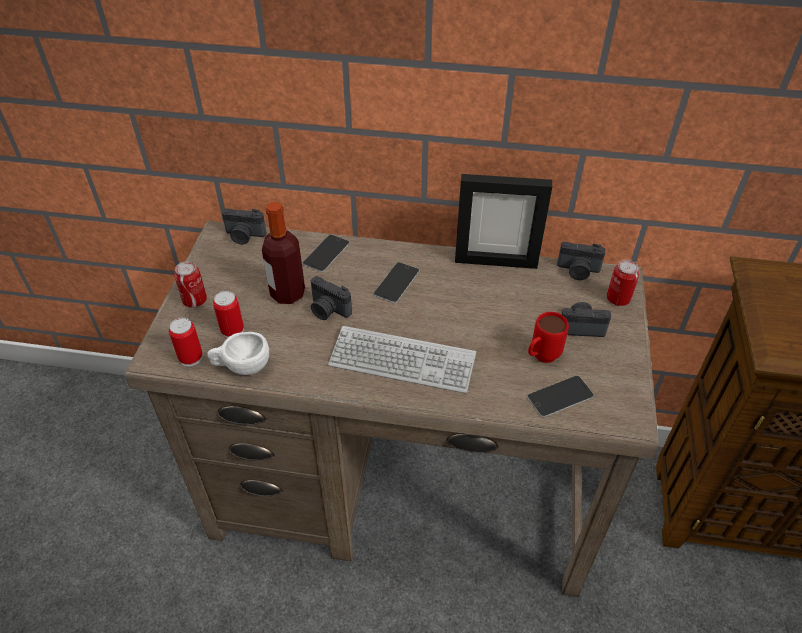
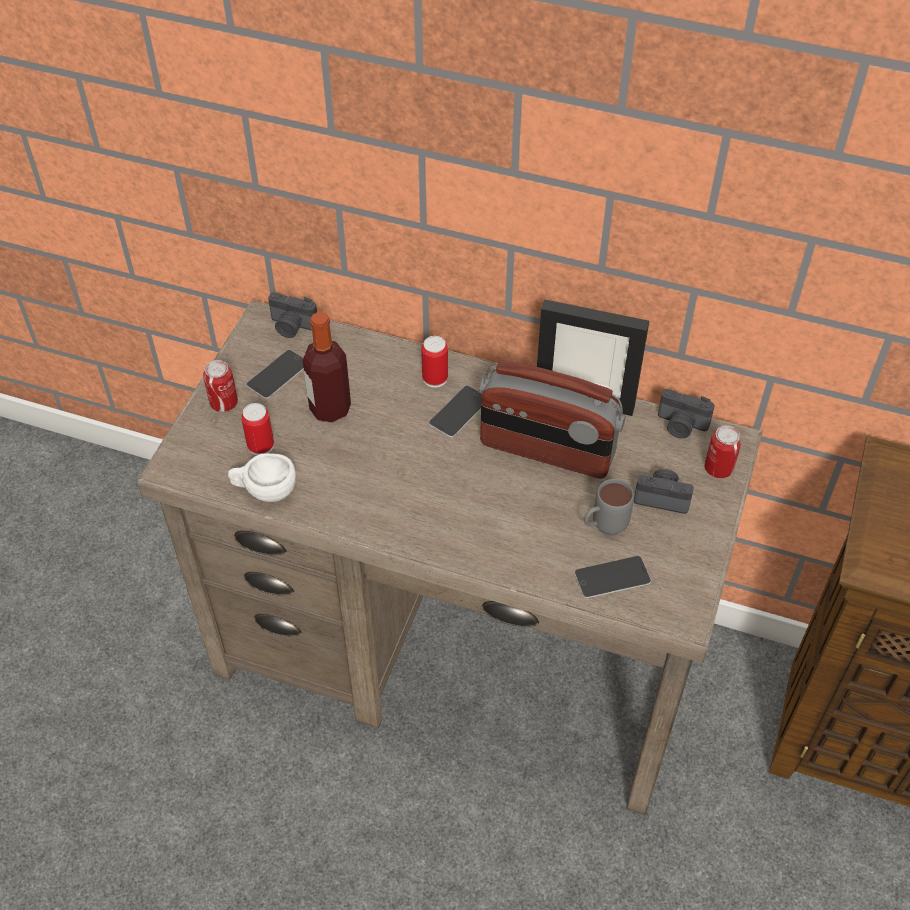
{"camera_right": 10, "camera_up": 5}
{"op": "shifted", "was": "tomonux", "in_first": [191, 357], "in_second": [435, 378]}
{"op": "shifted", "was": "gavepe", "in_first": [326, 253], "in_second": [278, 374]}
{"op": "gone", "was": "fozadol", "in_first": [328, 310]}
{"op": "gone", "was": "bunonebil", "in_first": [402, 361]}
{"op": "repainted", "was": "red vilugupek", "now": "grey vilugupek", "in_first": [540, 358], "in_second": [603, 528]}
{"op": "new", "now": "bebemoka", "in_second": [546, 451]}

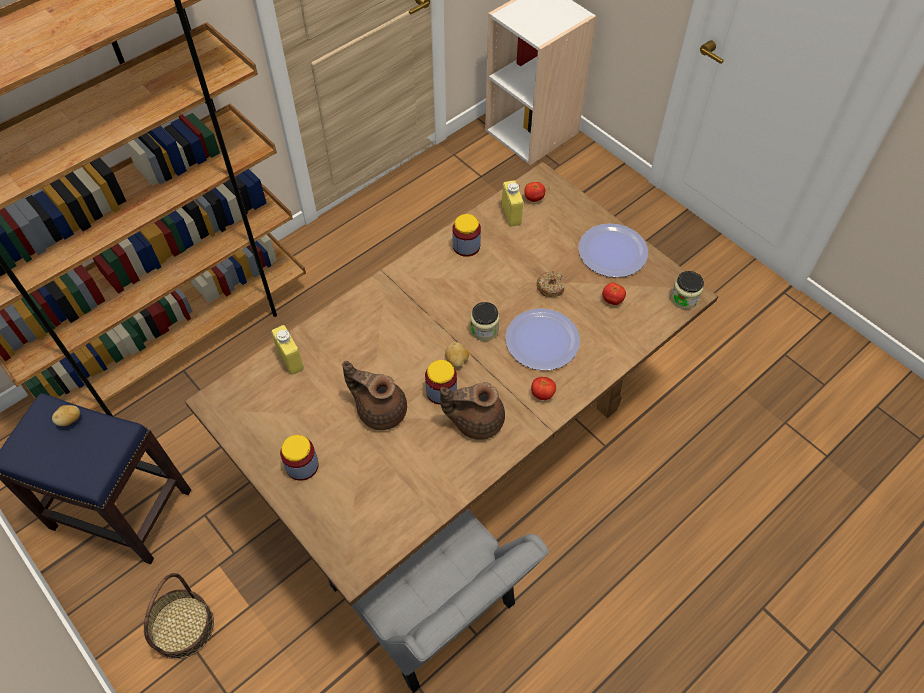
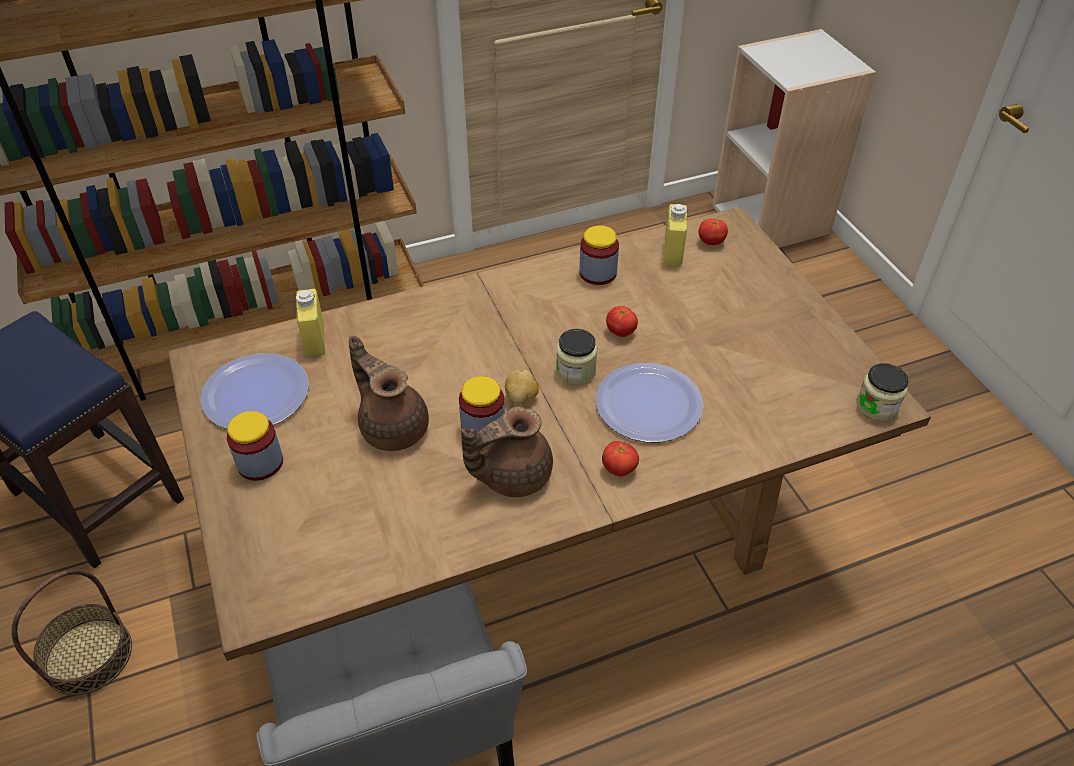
{"camera_right": 20, "camera_up": -10}
{"op": "gone", "was": "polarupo", "in_first": [70, 420]}
{"op": "rotated", "was": "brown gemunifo", "in_first": [475, 420], "in_second": [511, 475], "clockwise": -45}
{"op": "gone", "was": "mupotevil", "in_first": [550, 287]}
{"op": "shifted", "was": "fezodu", "in_first": [613, 251], "in_second": [256, 394]}
{"op": "shifted", "was": "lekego", "in_first": [612, 300], "in_second": [621, 332]}

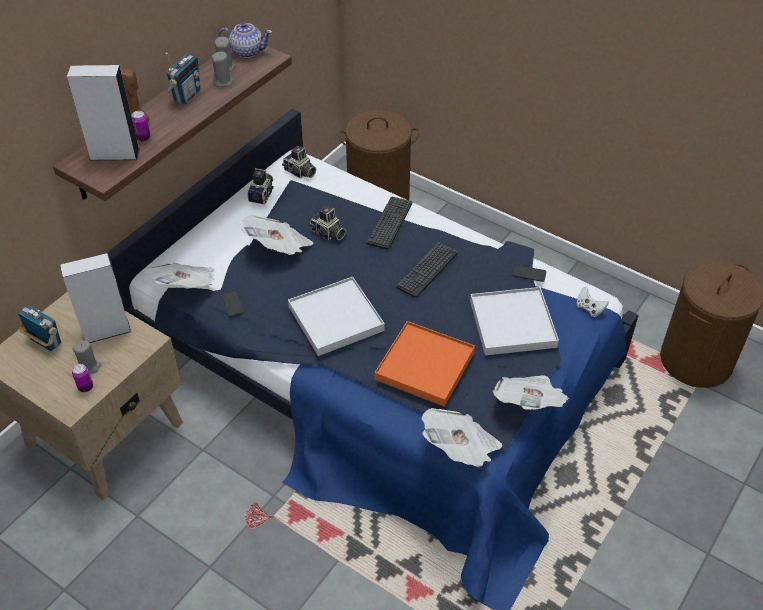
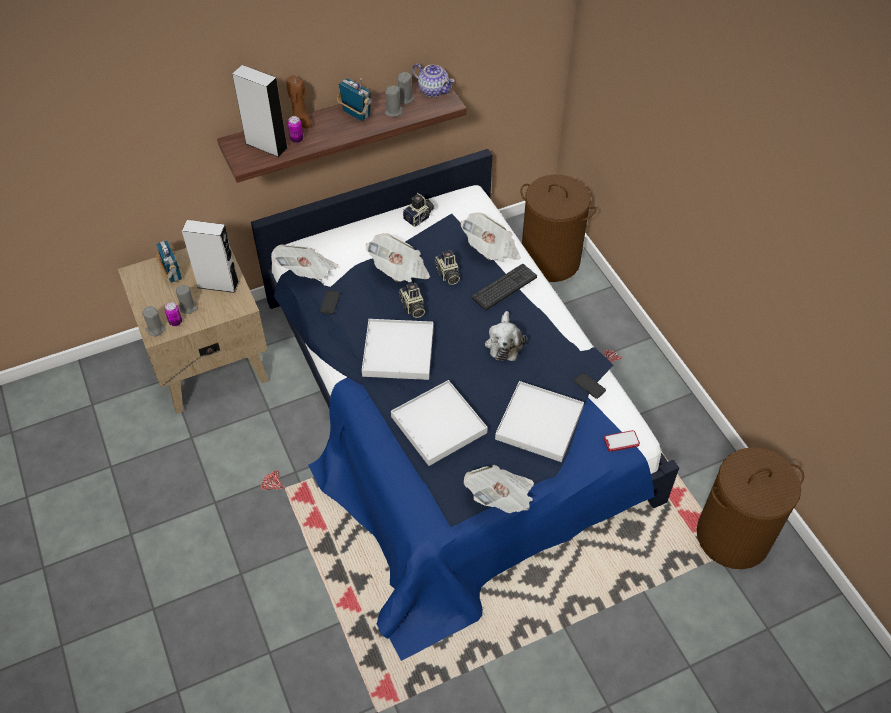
{"camera_right": 30, "camera_up": 5}
{"op": "rotated", "was": "bebemoka", "in_first": [186, 95], "in_second": [356, 114], "clockwise": -105}
{"op": "shifted", "was": "fozadol", "in_first": [300, 172], "in_second": [412, 307]}
{"op": "repainted", "was": "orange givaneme", "now": "white givaneme", "in_first": [424, 366], "in_second": [438, 424]}
{"op": "swapped", "was": "bunonebil", "now": "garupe", "in_first": [427, 270], "in_second": [504, 343]}
{"op": "shifted", "was": "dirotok", "in_first": [460, 449], "in_second": [491, 250]}
{"op": "swapped", "was": "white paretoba", "now": "gavepe", "in_first": [589, 308], "in_second": [621, 441]}
{"op": "new", "now": "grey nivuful", "in_second": [155, 329]}

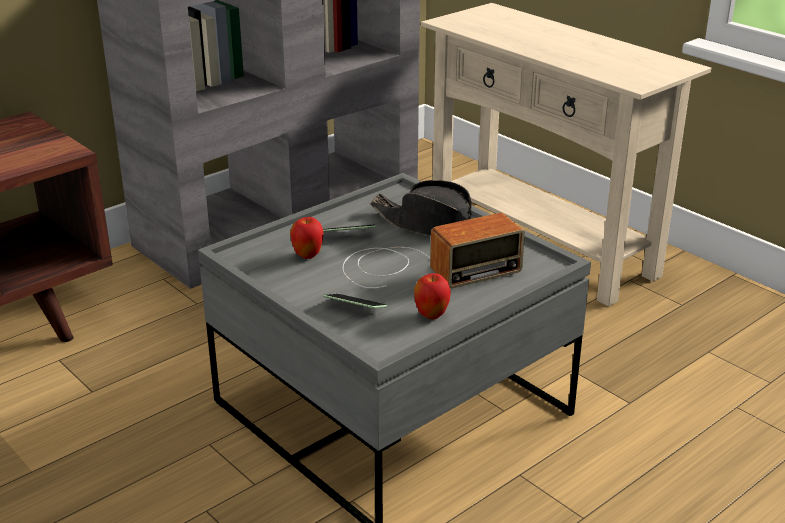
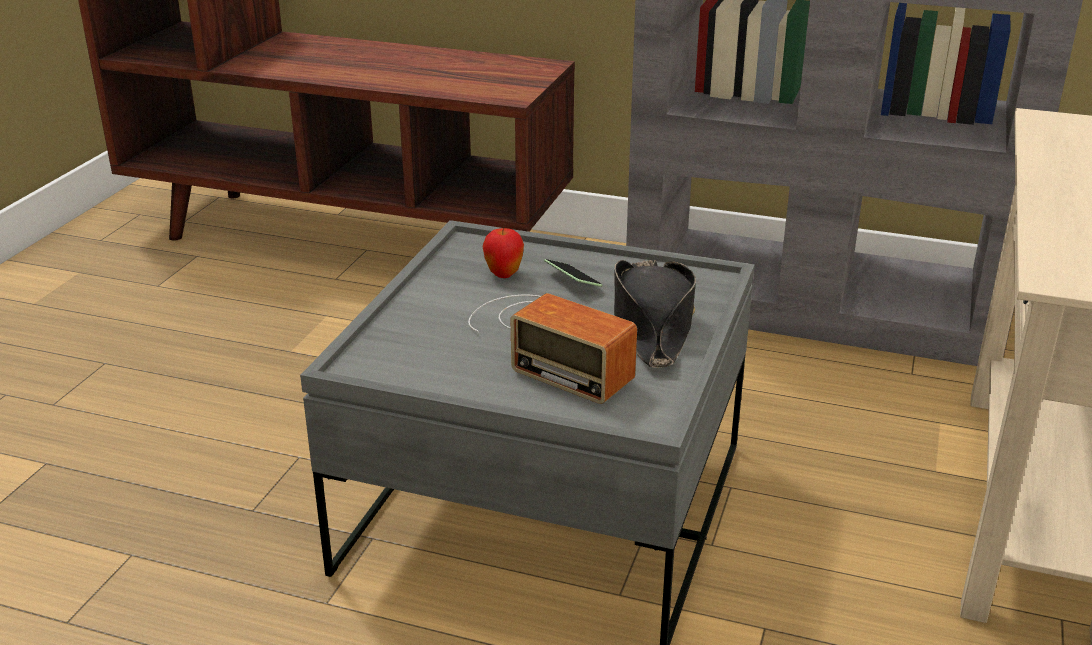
{"camera_right": 60, "camera_up": 0}
{"op": "gone", "was": "gavepe", "in_first": [355, 308]}
{"op": "gone", "was": "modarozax", "in_first": [431, 315]}

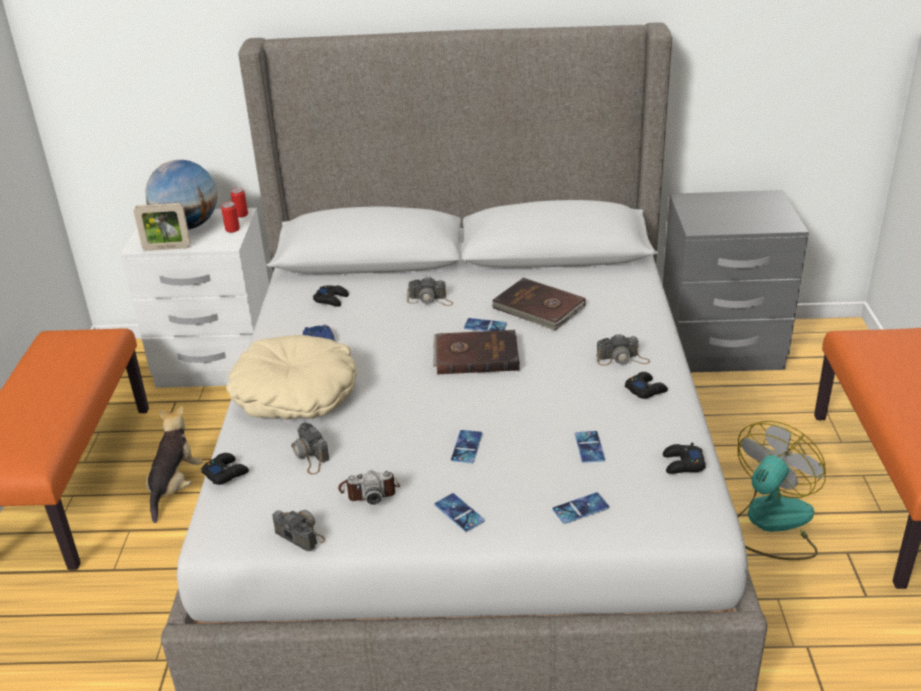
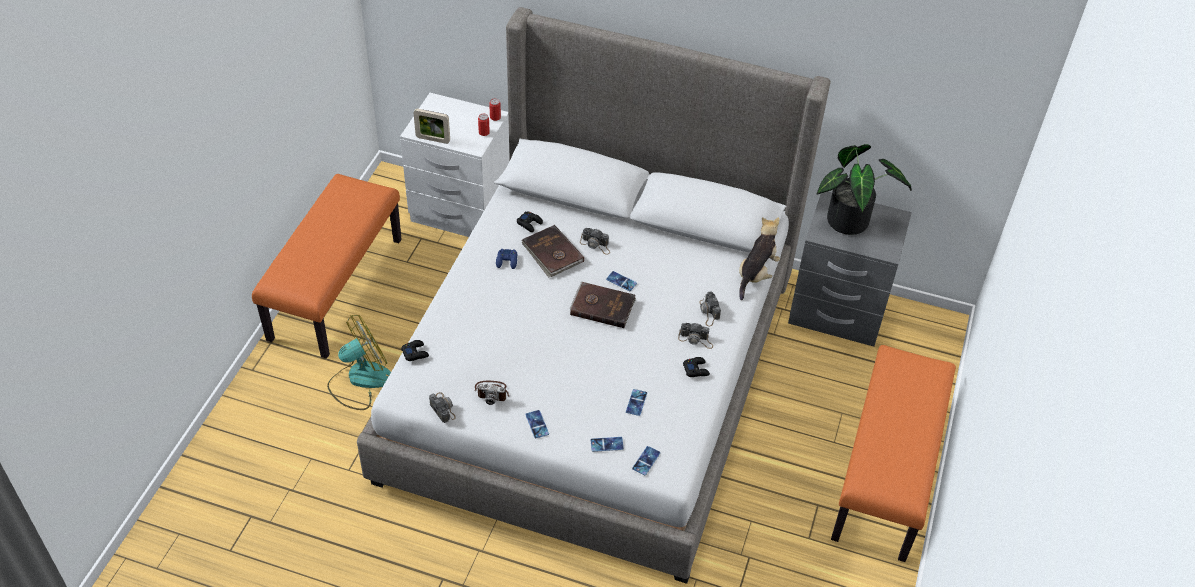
{"camera_right": 15, "camera_up": 15}
{"op": "gone", "was": "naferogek", "in_first": [188, 226]}
{"op": "shifted", "was": "garupe", "in_first": [175, 487], "in_second": [756, 274]}
{"op": "gone", "was": "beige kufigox", "in_first": [297, 393]}
{"op": "shifted", "was": "fozadol", "in_first": [310, 455], "in_second": [709, 312]}
{"op": "shifted", "was": "gavepe", "in_first": [466, 447], "in_second": [646, 461]}
{"op": "shifted", "was": "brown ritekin", "in_first": [538, 308], "in_second": [552, 253]}
{"op": "gone", "was": "black paretoba", "in_first": [682, 464]}
{"op": "shifted", "was": "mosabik", "in_first": [771, 523], "in_second": [360, 380]}
{"op": "new", "now": "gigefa", "in_second": [852, 223]}

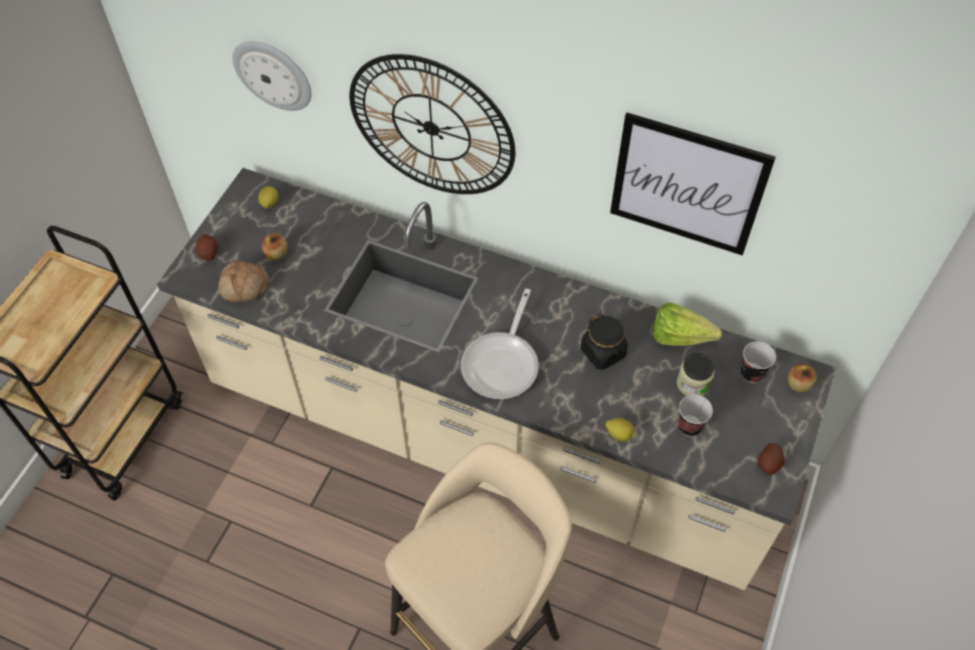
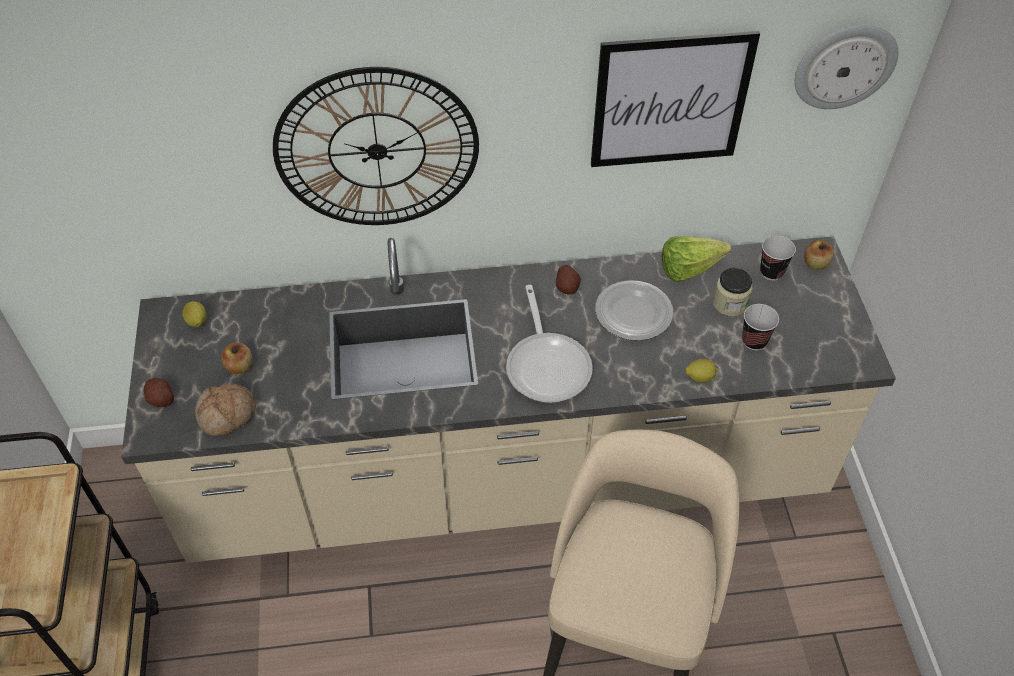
{"camera_right": -30, "camera_up": -5}
{"op": "shifted", "was": "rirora", "in_first": [273, 74], "in_second": [844, 66]}
{"op": "swapped", "was": "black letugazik", "now": "fezodu", "in_first": [603, 352], "in_second": [632, 313]}
{"op": "shifted", "was": "polarupo", "in_first": [769, 463], "in_second": [567, 287]}

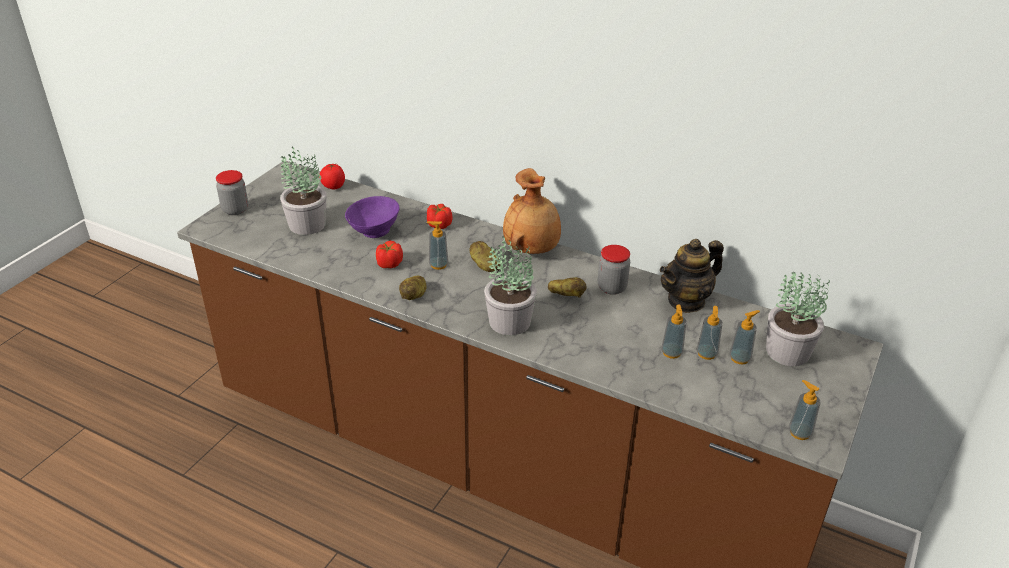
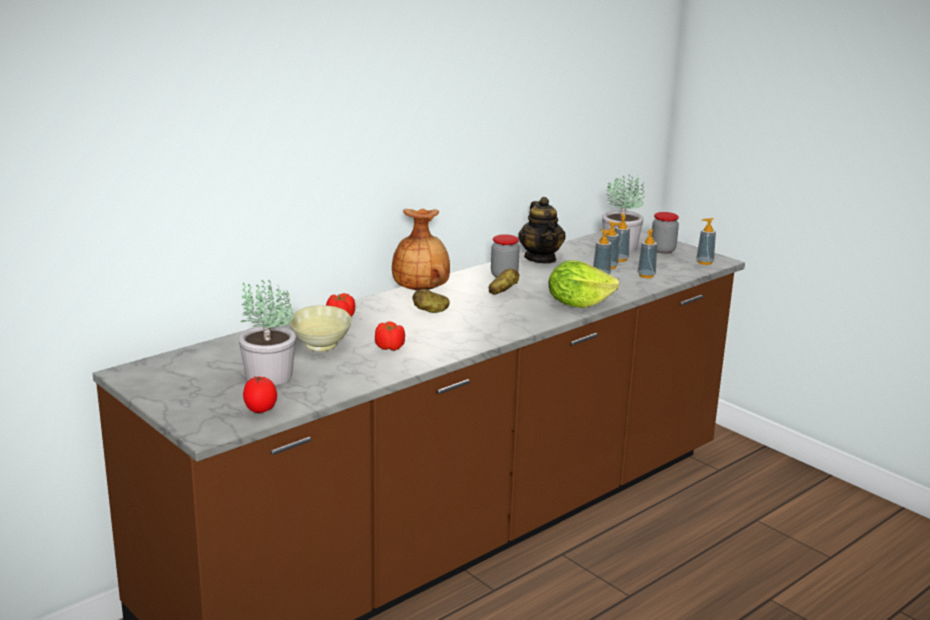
{"camera_right": -70, "camera_up": -15}
{"op": "shifted", "was": "letugazik", "in_first": [235, 210], "in_second": [662, 250]}
{"op": "shifted", "was": "lekego", "in_first": [333, 187], "in_second": [260, 410]}
{"op": "repainted", "was": "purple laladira", "now": "beige laladira", "in_first": [373, 231], "in_second": [320, 346]}
{"op": "gone", "was": "polarupo", "in_first": [414, 296]}
{"op": "shifted", "was": "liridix", "in_first": [438, 265], "in_second": [646, 275]}
{"op": "gone", "was": "gigefa", "in_first": [508, 321]}
{"op": "new", "now": "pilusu", "in_second": [578, 304]}

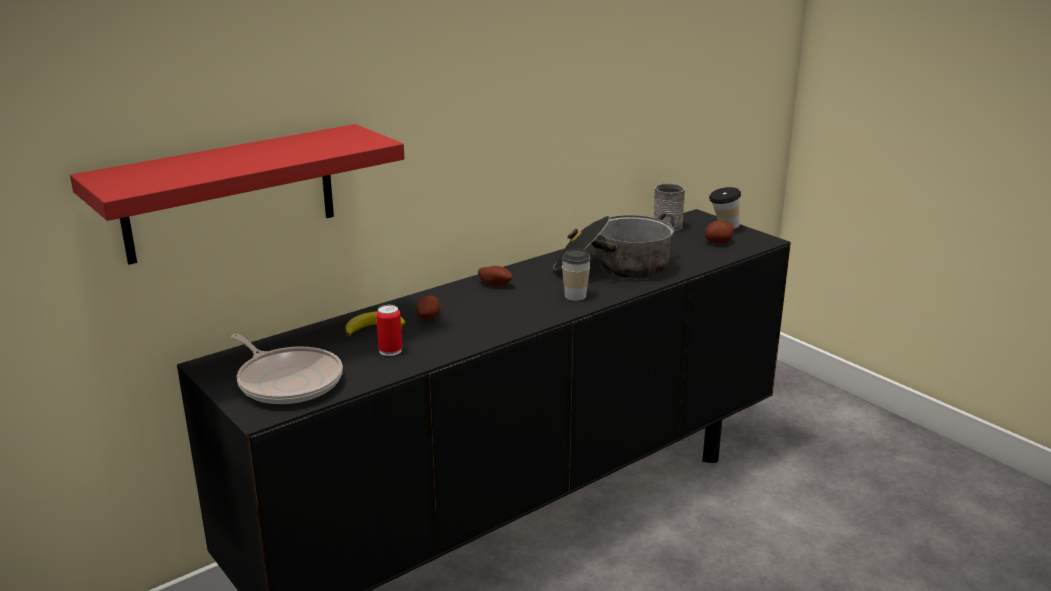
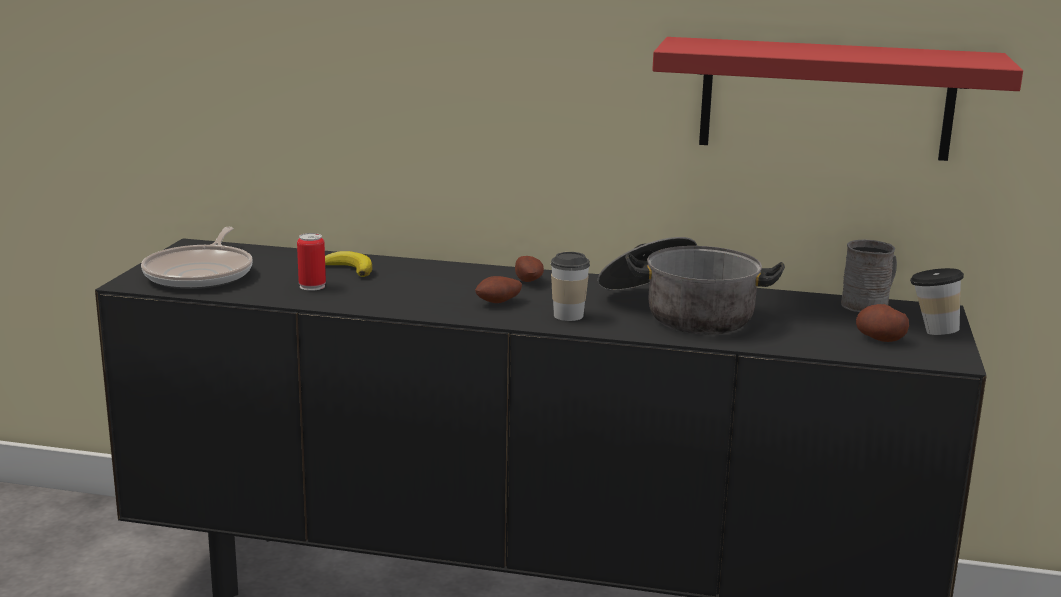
{"camera_right": 50, "camera_up": -5}
{"op": "shifted", "was": "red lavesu", "in_first": [230, 193], "in_second": [826, 98]}
{"op": "shifted", "was": "polarupo", "in_first": [429, 317], "in_second": [499, 303]}

